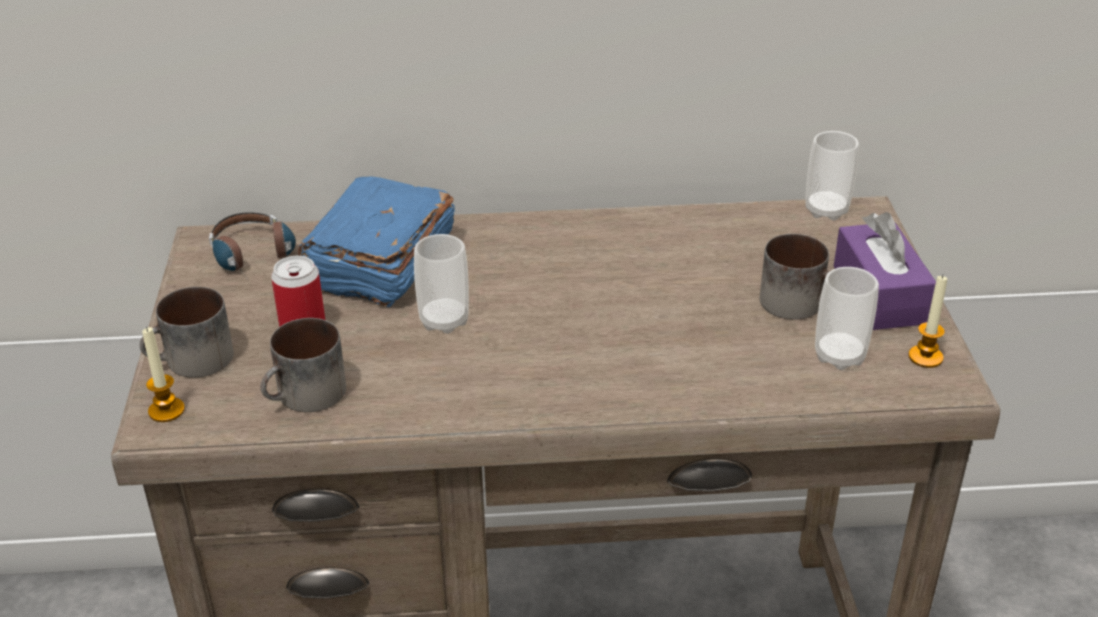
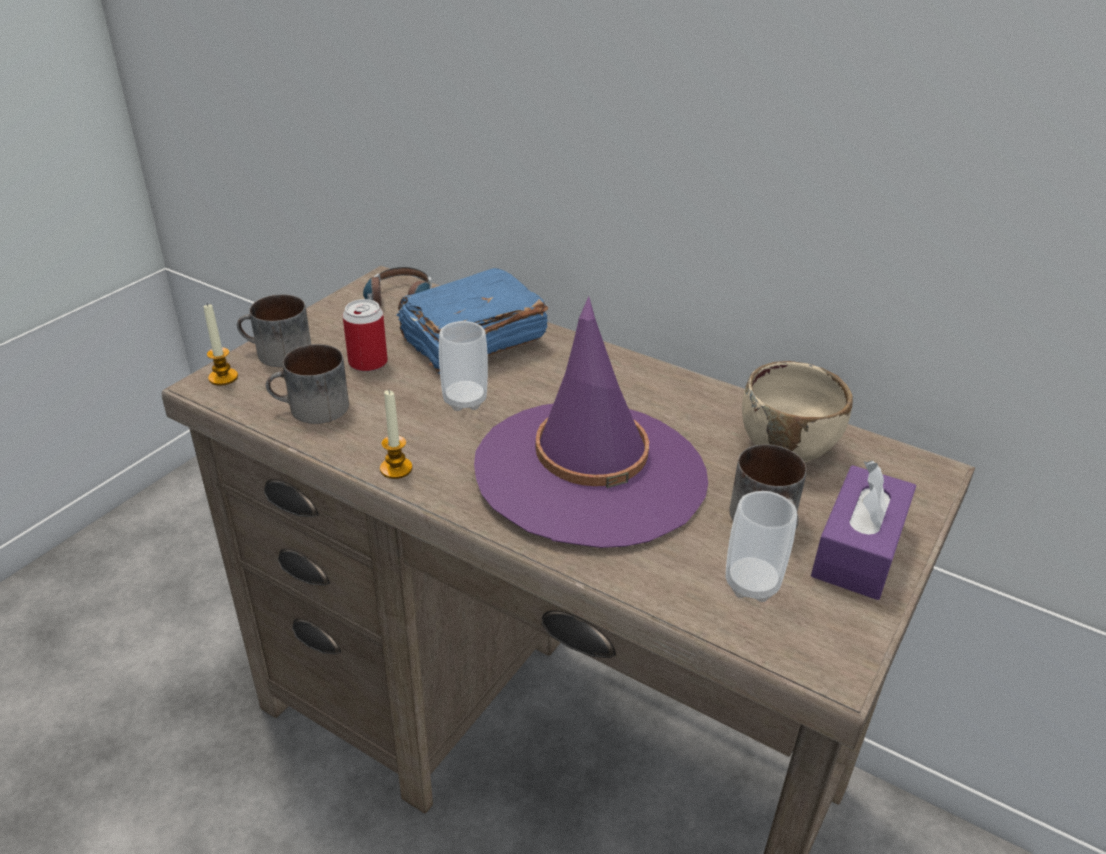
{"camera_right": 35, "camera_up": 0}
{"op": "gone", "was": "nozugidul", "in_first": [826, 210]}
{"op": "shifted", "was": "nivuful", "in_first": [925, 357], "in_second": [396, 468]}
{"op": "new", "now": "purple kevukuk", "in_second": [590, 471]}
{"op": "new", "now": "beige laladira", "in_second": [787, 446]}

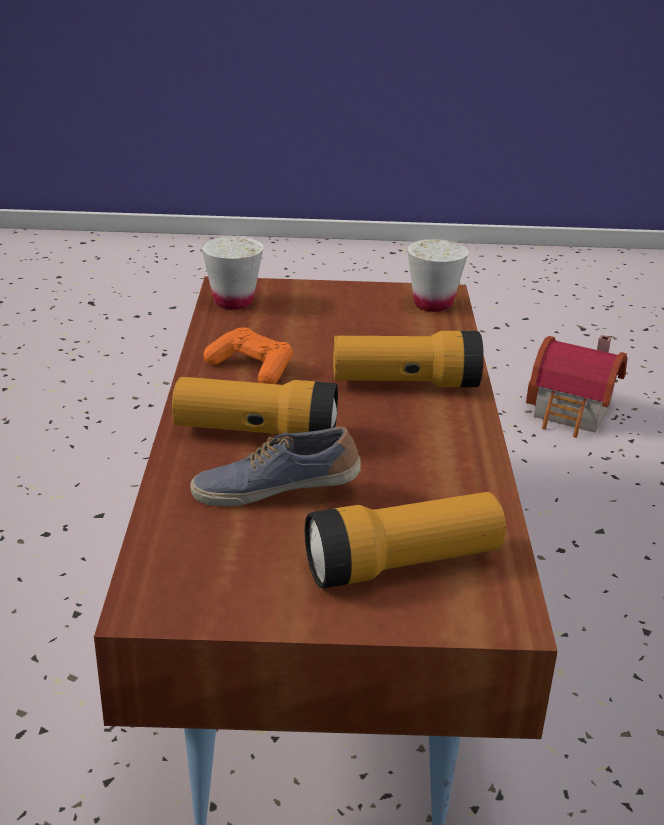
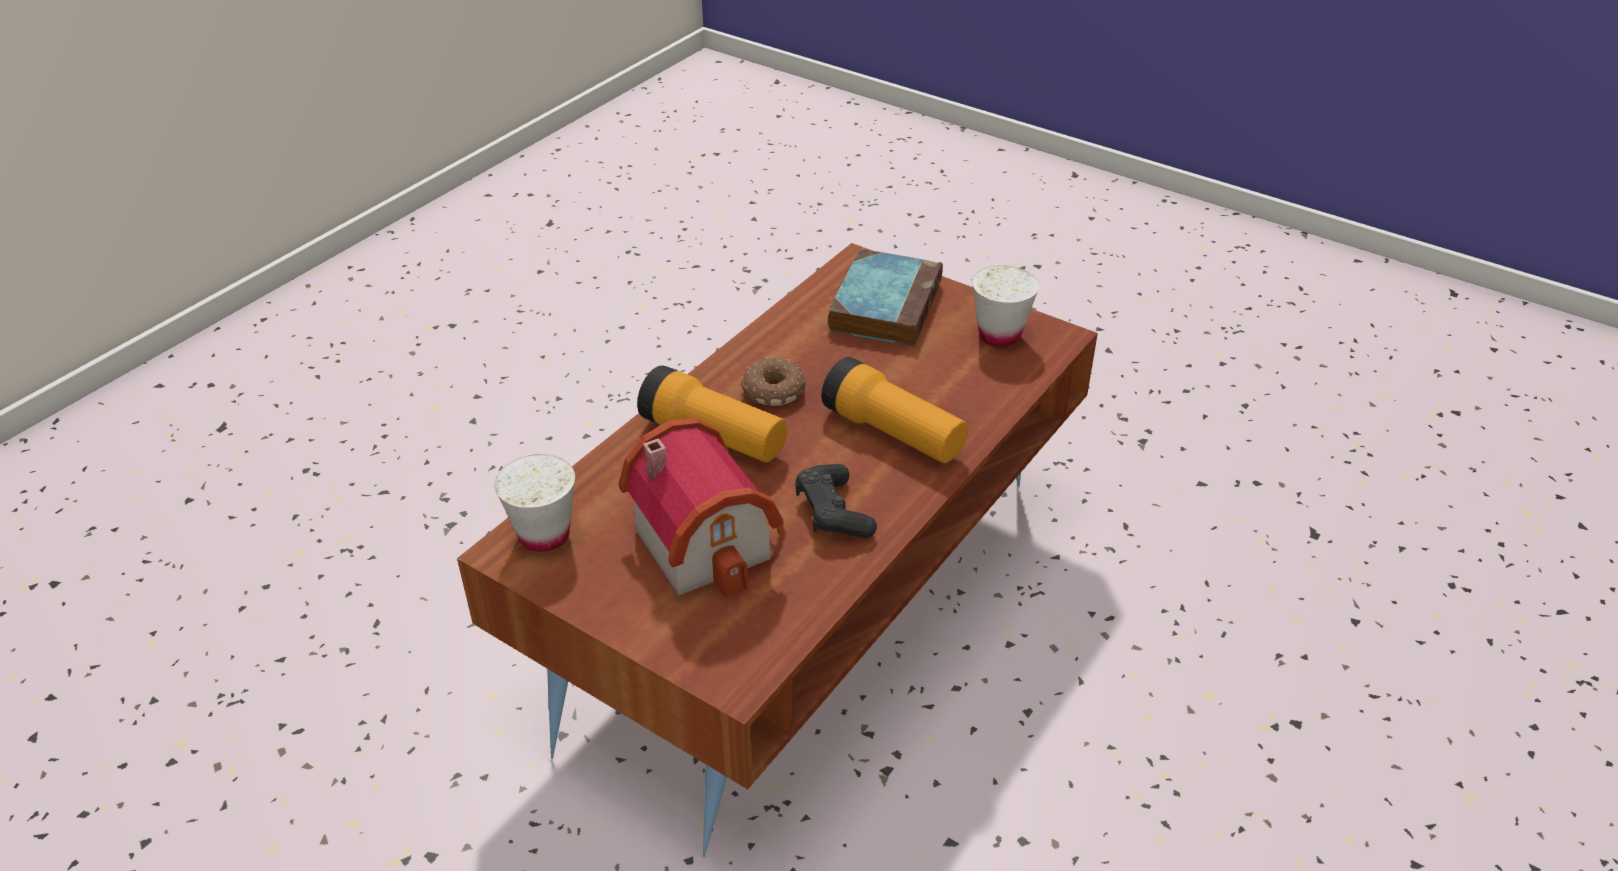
{"camera_right": -145, "camera_up": 10}
{"op": "gone", "was": "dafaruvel", "in_first": [275, 490]}
{"op": "shifted", "was": "white nozugidul", "in_first": [233, 302], "in_second": [999, 335]}
{"op": "repainted", "was": "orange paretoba", "now": "black paretoba", "in_first": [252, 368], "in_second": [833, 512]}
{"op": "swapped", "was": "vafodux", "now": "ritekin", "in_first": [403, 564], "in_second": [885, 304]}
{"op": "shifted", "was": "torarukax", "in_first": [573, 414], "in_second": [709, 539]}
{"op": "new", "now": "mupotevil", "in_second": [772, 390]}

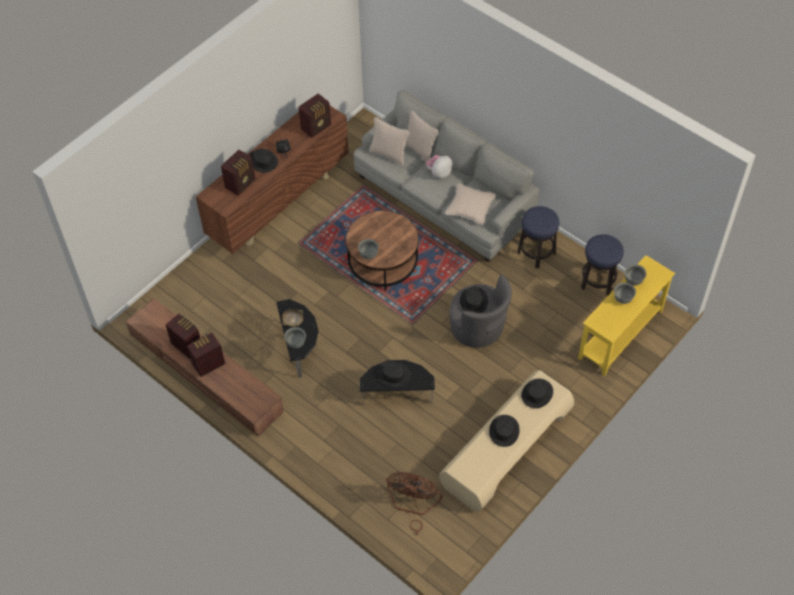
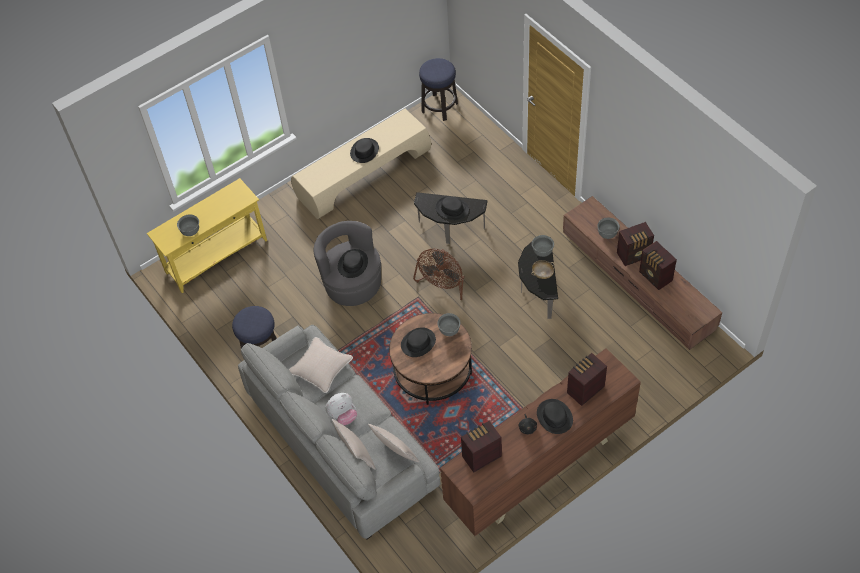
{"camera_right": -165, "camera_up": 0}
{"op": "shifted", "was": "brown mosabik", "in_first": [413, 505], "in_second": [442, 282]}
{"op": "shifted", "was": "black kevukuk", "in_first": [537, 394], "in_second": [418, 343]}
{"op": "shifted", "was": "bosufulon", "in_first": [598, 281], "in_second": [439, 107]}
{"op": "shifted", "was": "grey laladira", "in_first": [623, 298], "in_second": [607, 234]}

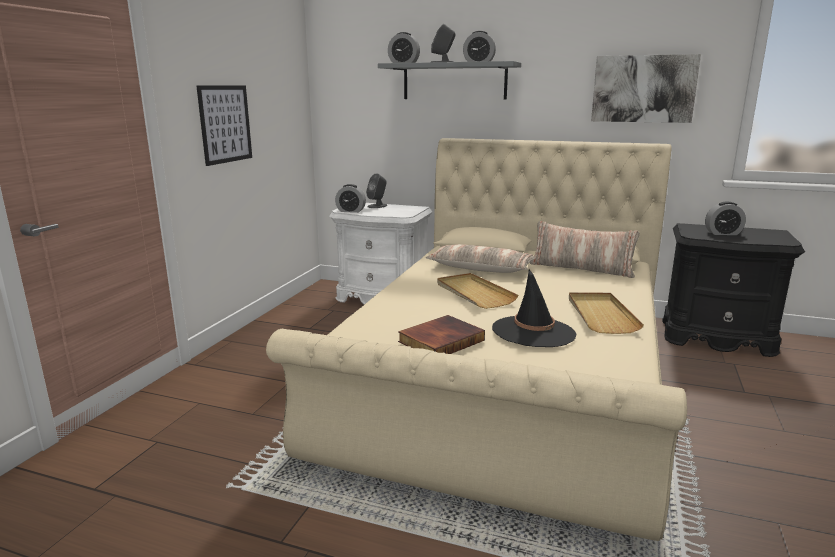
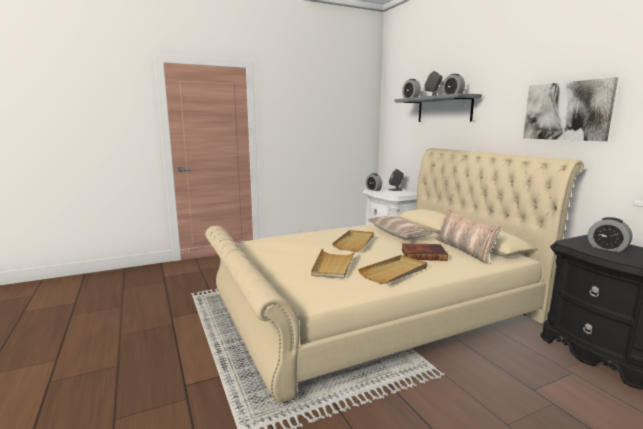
{"camera_right": 45, "camera_up": -5}
{"op": "gone", "was": "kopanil", "in_first": [225, 124]}
{"op": "shifted", "was": "ritekin", "in_first": [440, 340], "in_second": [423, 254]}
{"op": "swapped", "was": "black kevukuk", "now": "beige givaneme", "in_first": [533, 332], "in_second": [333, 265]}

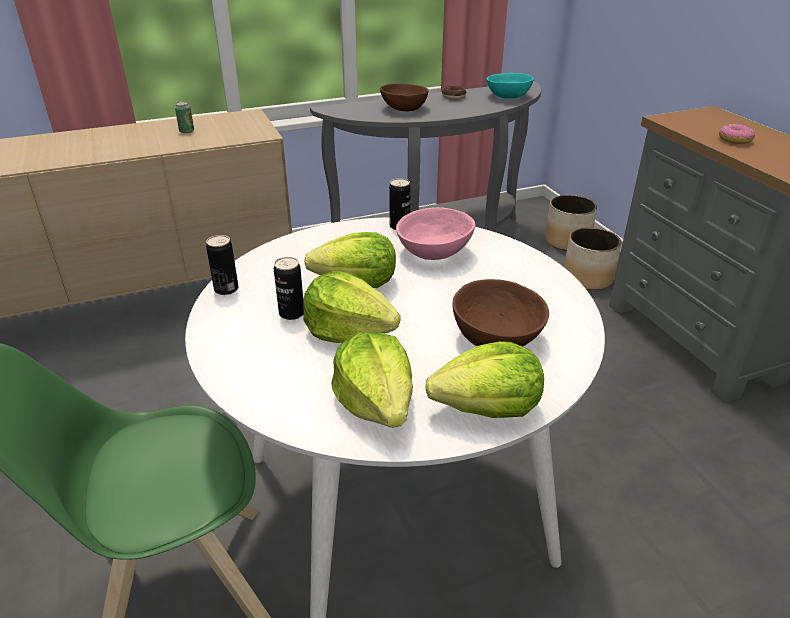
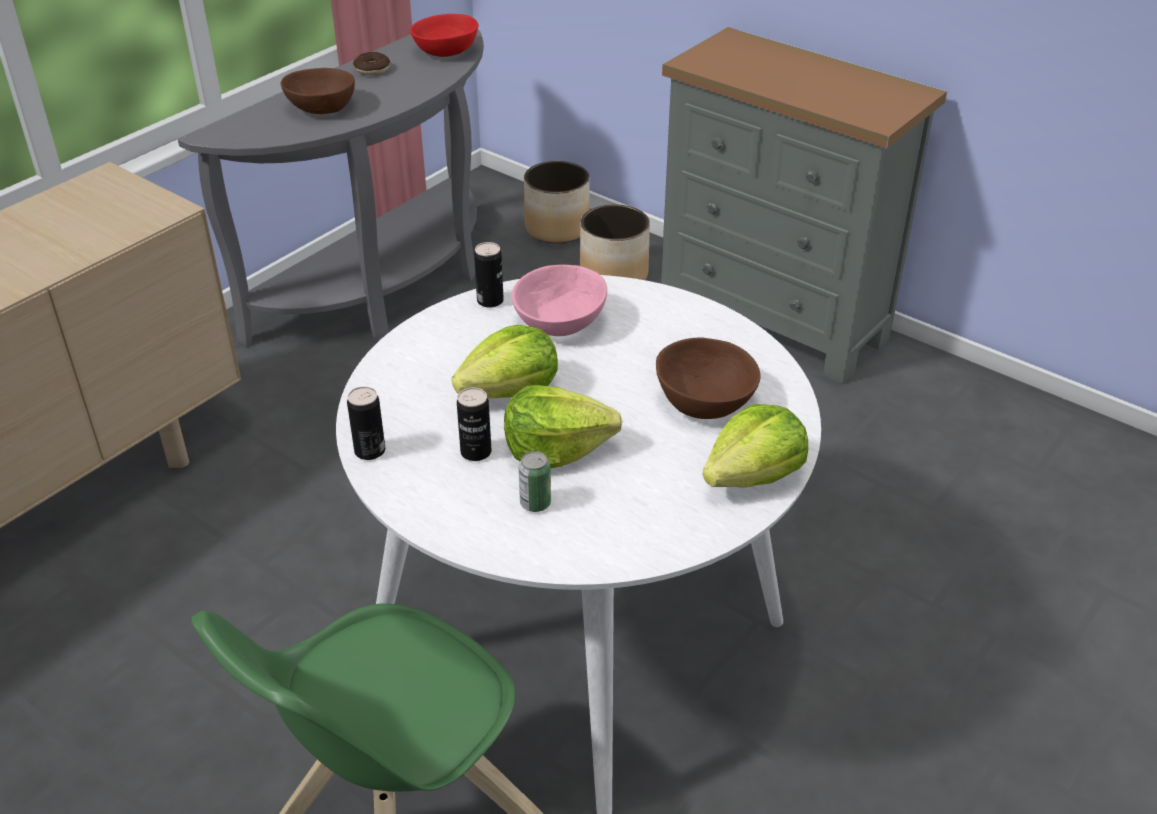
{"camera_right": -30, "camera_up": 5}
{"op": "shifted", "was": "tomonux", "in_first": [186, 131], "in_second": [535, 503]}
{"op": "gone", "was": "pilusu", "in_first": [376, 403]}
{"op": "repainted", "was": "turquoise laladira", "now": "red laladira", "in_first": [509, 97], "in_second": [447, 52]}
{"op": "gone", "was": "mupotevil", "in_first": [735, 140]}

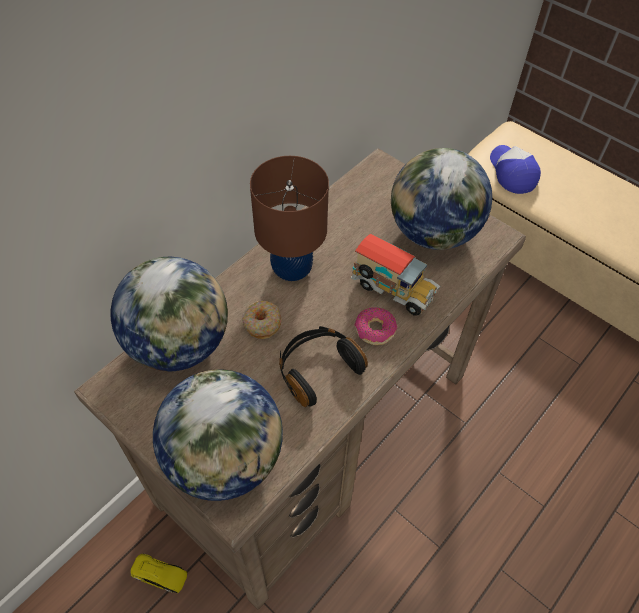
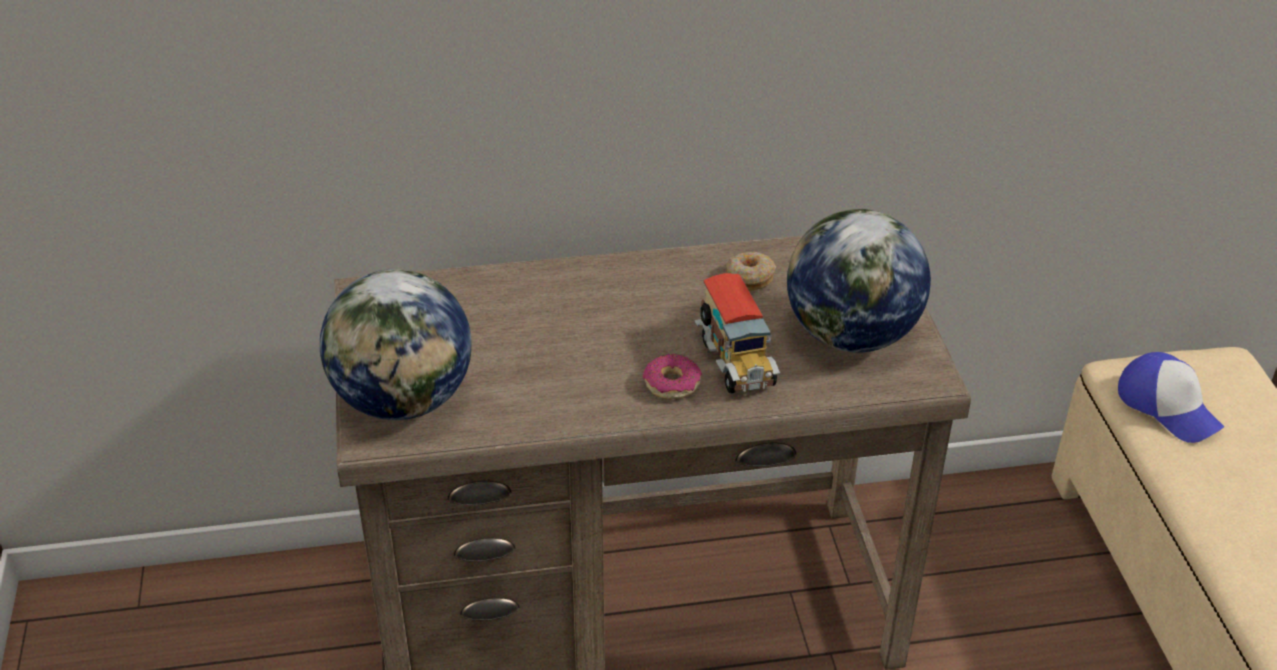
{"camera_right": 40, "camera_up": -15}
{"op": "gone", "was": "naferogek", "in_first": [179, 344]}
{"op": "gone", "was": "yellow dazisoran", "in_first": [160, 574]}
{"op": "shifted", "was": "mupotevil", "in_first": [262, 323], "in_second": [749, 277]}
{"op": "gone", "was": "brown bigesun", "in_first": [292, 271]}
{"op": "gone", "was": "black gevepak", "in_first": [318, 369]}
{"op": "rotated", "was": "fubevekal", "in_first": [512, 172], "in_second": [1168, 407], "clockwise": 120}

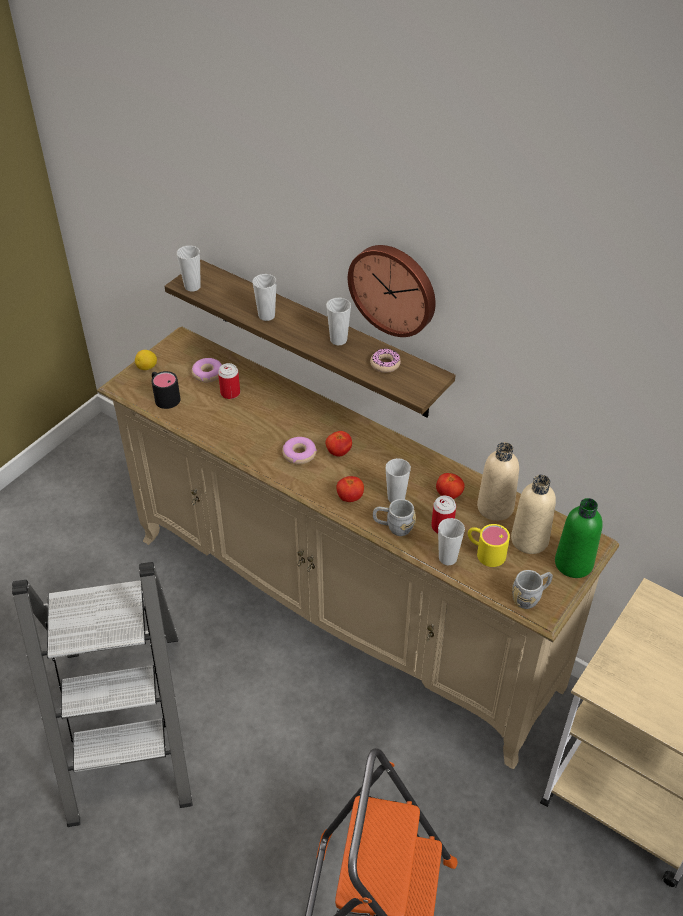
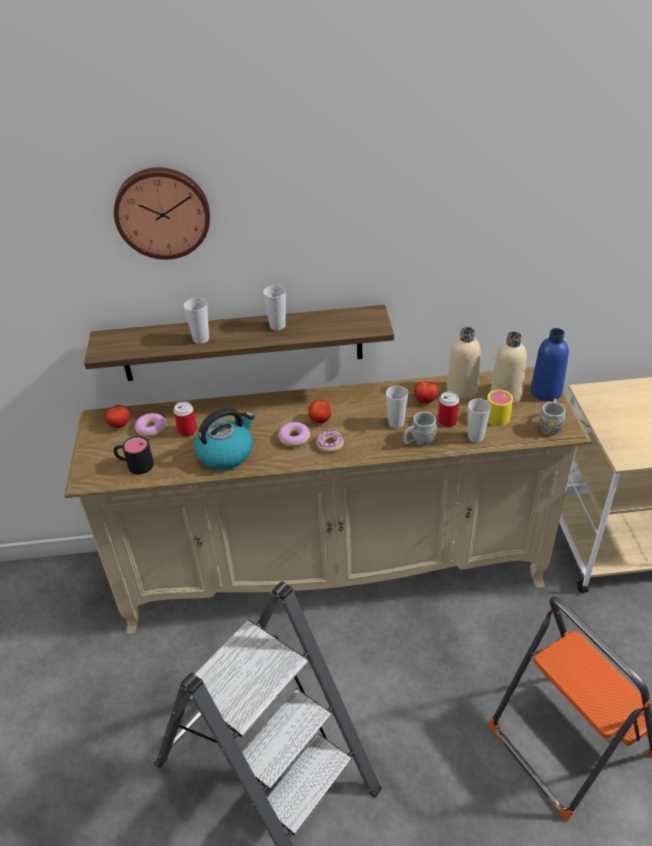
{"camera_right": -40, "camera_up": -5}
{"op": "gone", "was": "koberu", "in_first": [147, 367]}
{"op": "gone", "was": "nozugidul", "in_first": [192, 286]}
{"op": "shifted", "was": "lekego", "in_first": [350, 497], "in_second": [120, 425]}
{"op": "shifted", "was": "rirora", "in_first": [394, 288], "in_second": [162, 212]}
{"op": "shifted", "was": "mupotevil", "in_first": [385, 364], "in_second": [330, 444]}
{"op": "repainted", "was": "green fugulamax", "now": "blue fugulamax", "in_first": [573, 563], "in_second": [546, 392]}
{"op": "new", "now": "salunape", "in_second": [226, 453]}

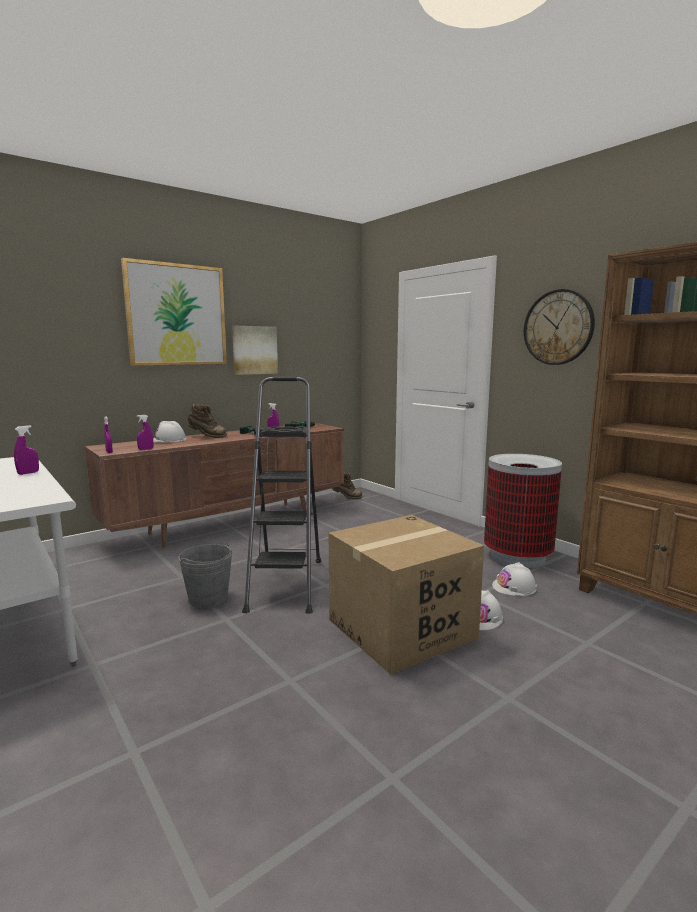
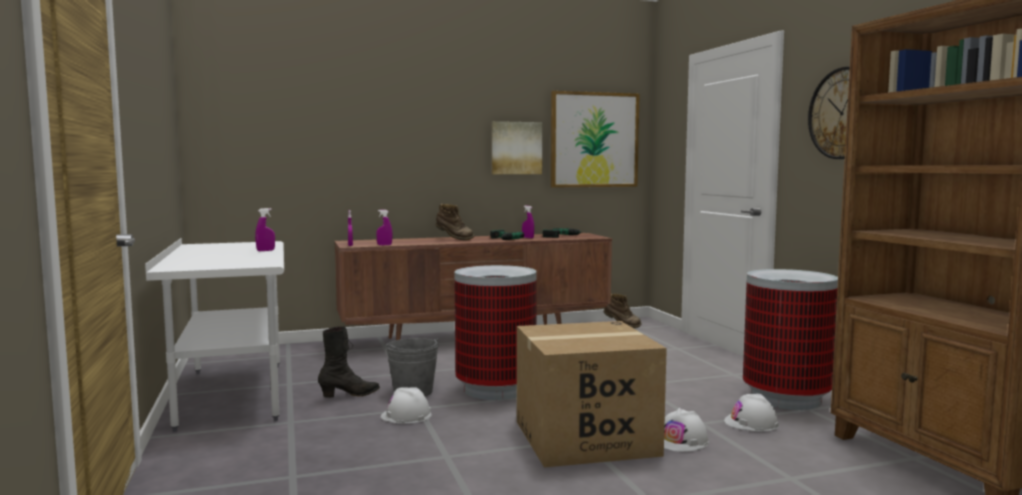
{"camera_right": 20, "camera_up": -5}
{"op": "shifted", "was": "kopanil", "in_first": [177, 315], "in_second": [594, 140]}
{"op": "shifted", "was": "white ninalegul", "in_first": [169, 440], "in_second": [406, 415]}
{"op": "swapped", "was": "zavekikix", "now": "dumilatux", "in_first": [286, 582], "in_second": [496, 389]}
{"op": "new", "now": "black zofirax", "in_second": [350, 395]}

